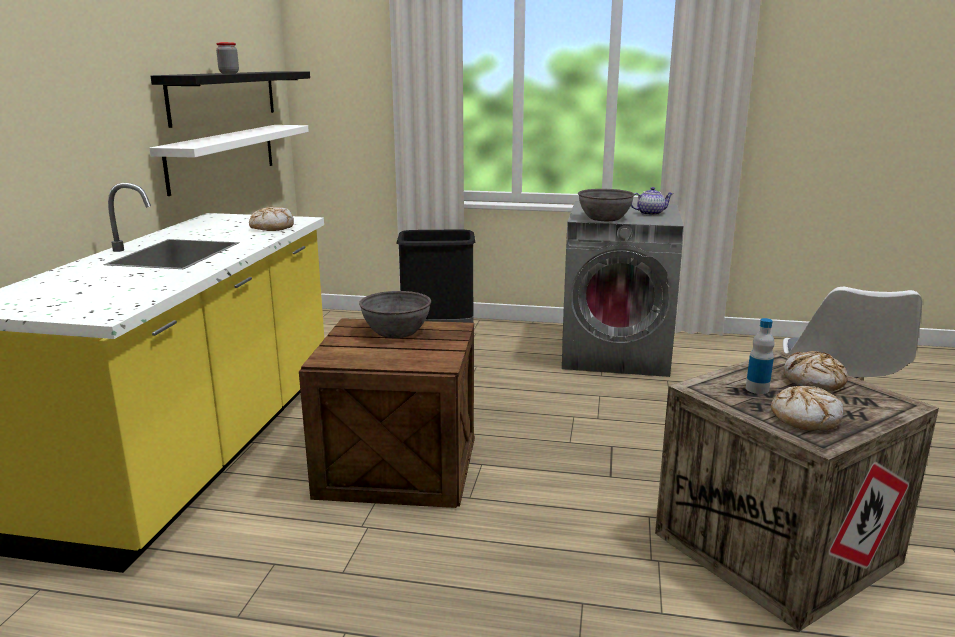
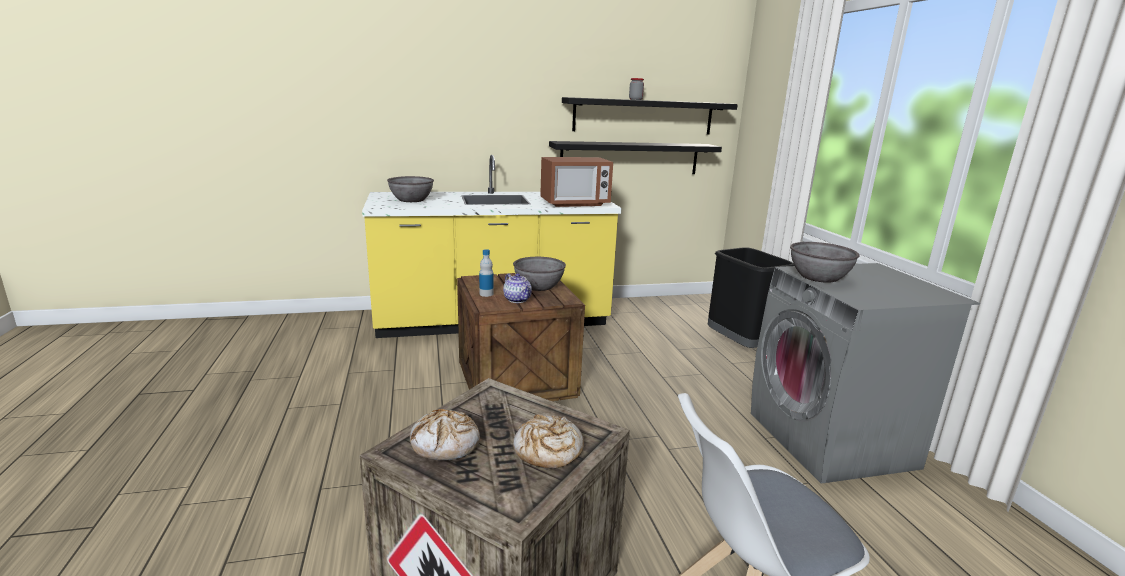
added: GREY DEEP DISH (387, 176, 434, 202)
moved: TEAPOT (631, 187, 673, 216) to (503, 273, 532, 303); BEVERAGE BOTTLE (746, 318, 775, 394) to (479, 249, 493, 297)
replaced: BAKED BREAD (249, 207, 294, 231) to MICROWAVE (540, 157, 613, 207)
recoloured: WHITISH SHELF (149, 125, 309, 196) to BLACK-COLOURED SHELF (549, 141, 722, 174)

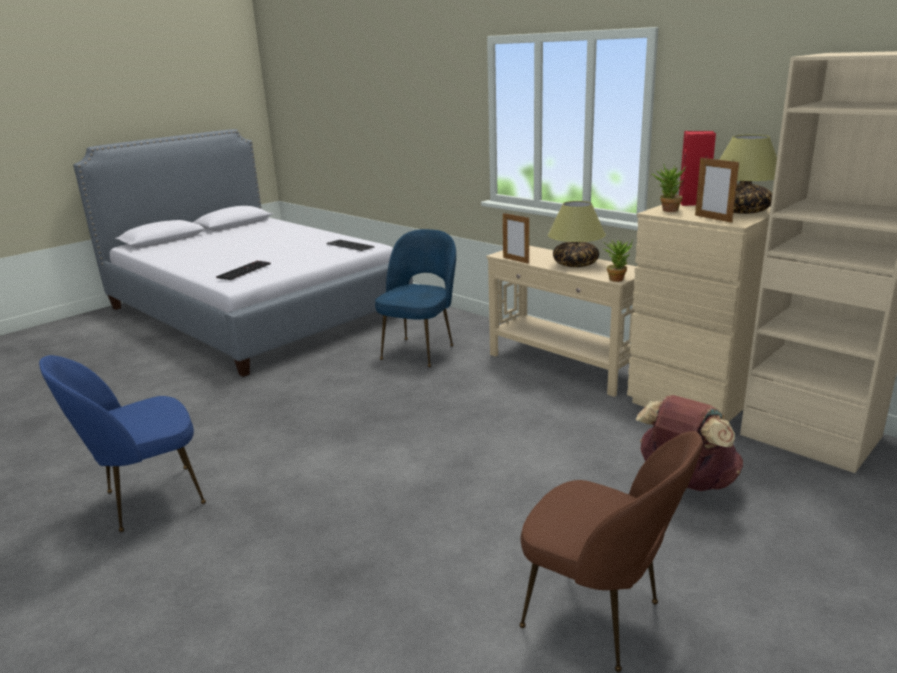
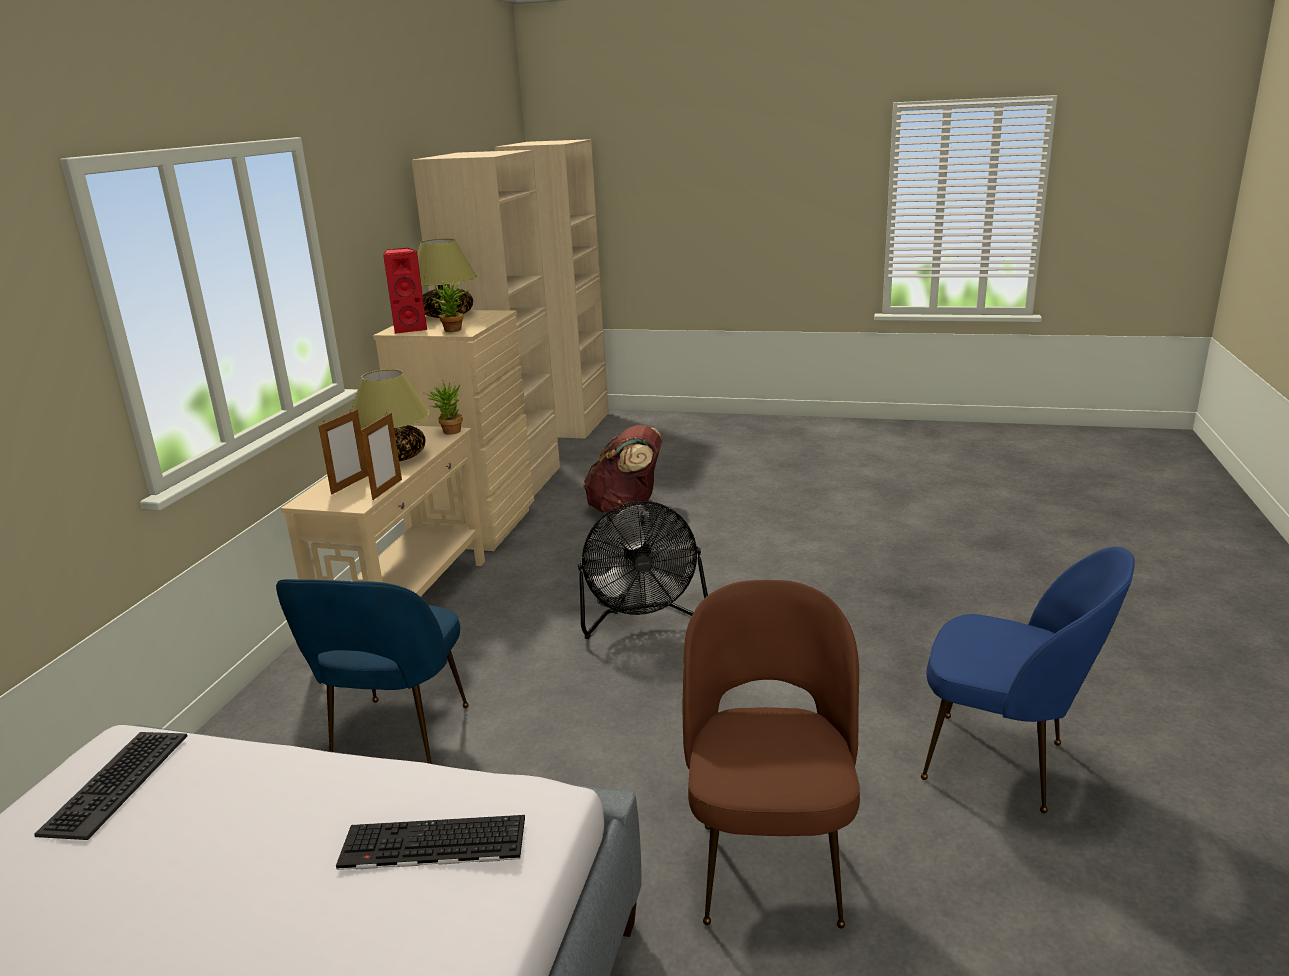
added: BLACK-COLOURED COOLING FAN (578, 501, 708, 639)
moved: BROWNISH PLAIN CHAIR (520, 431, 703, 672) to (683, 580, 860, 929); PICTURE FRAME (695, 157, 739, 223) to (318, 409, 368, 495)
turned: BLUE-COLOURED PLAIN CHAIR (375, 229, 456, 367) = (276, 579, 469, 764) 75 degrees counterclockwise

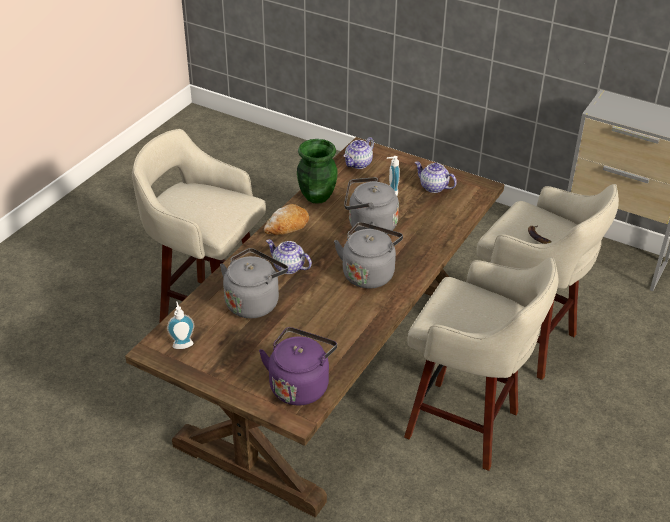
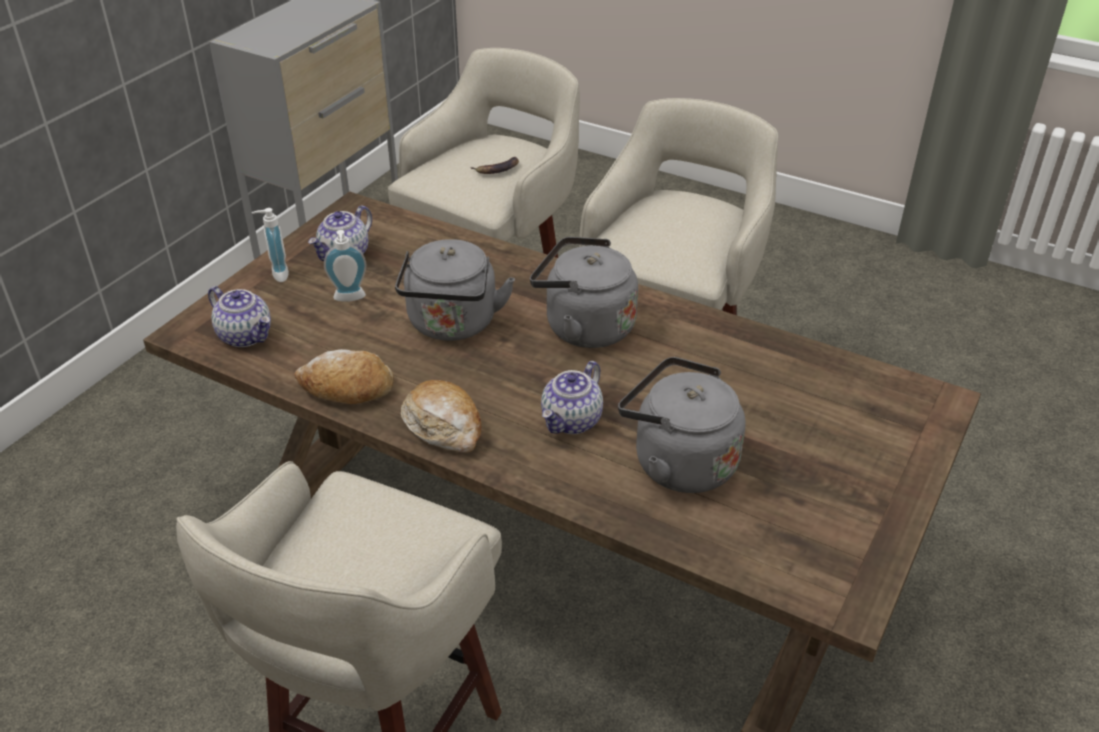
removed: PURPLE-COLOURED KETTLE (259, 327, 337, 406)
moved: SOAP BOTTLE (167, 301, 194, 349) to (252, 208, 289, 282)
replaced: GREENISH DECORATIVE VASE (297, 139, 338, 204) to BAKED BREAD (295, 349, 394, 404)

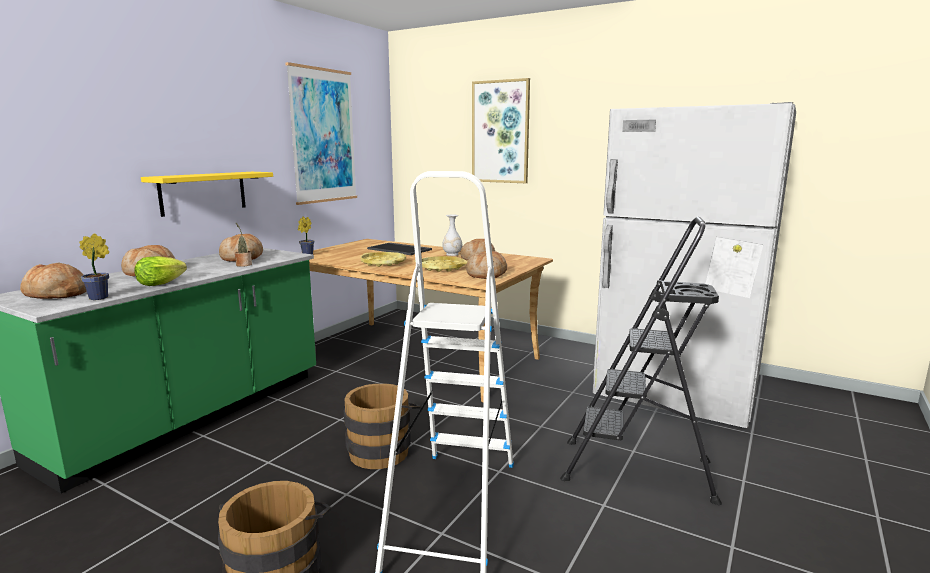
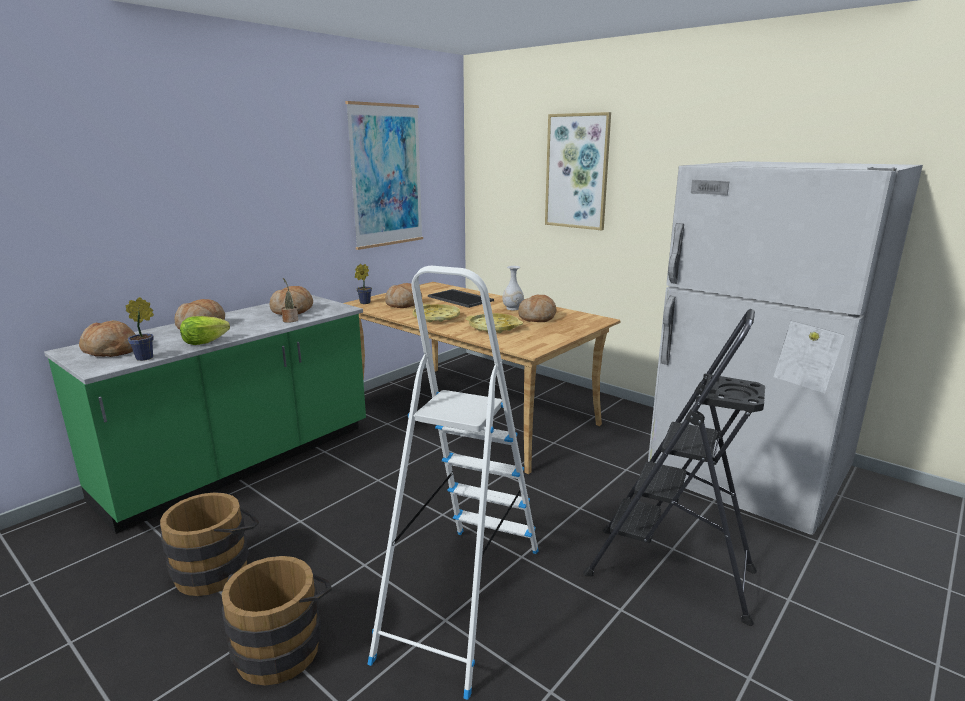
removed: YELLOWISH SHELF (141, 172, 273, 217)
moved: BROWNISH BUCKET (344, 383, 421, 469) to (160, 492, 259, 596); BAKED BREAD (466, 251, 507, 279) to (385, 283, 422, 308)

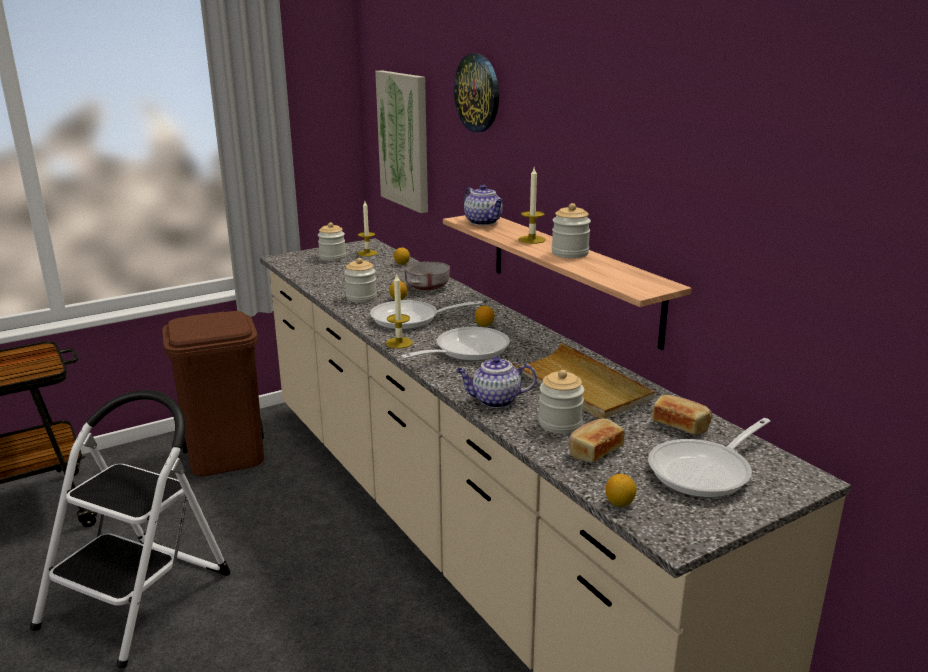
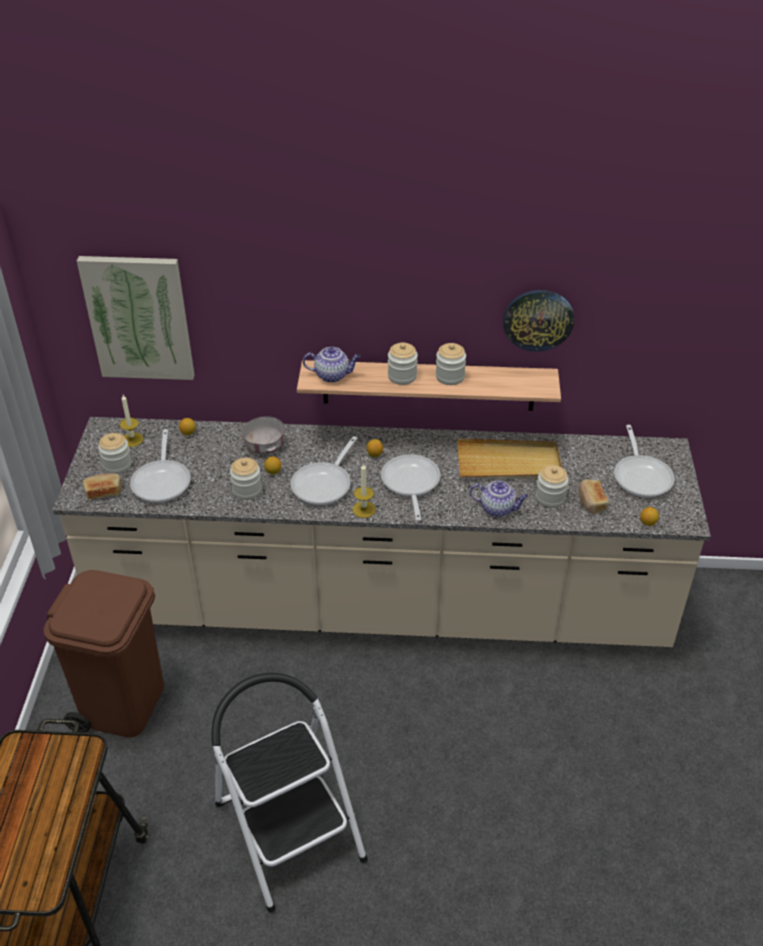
added: SKILLET (130, 429, 191, 503)
moved: HANGING CLOCK (454, 54, 499, 132) to (503, 290, 574, 352); BAKED BREAD (652, 395, 712, 435) to (83, 473, 122, 499)
replaced: WAX LIGHT (518, 168, 546, 244) to PRESERVE JAR (388, 343, 418, 385)
turned: TEAPOT (456, 356, 537, 408) = (470, 481, 529, 517) 105 degrees counterclockwise

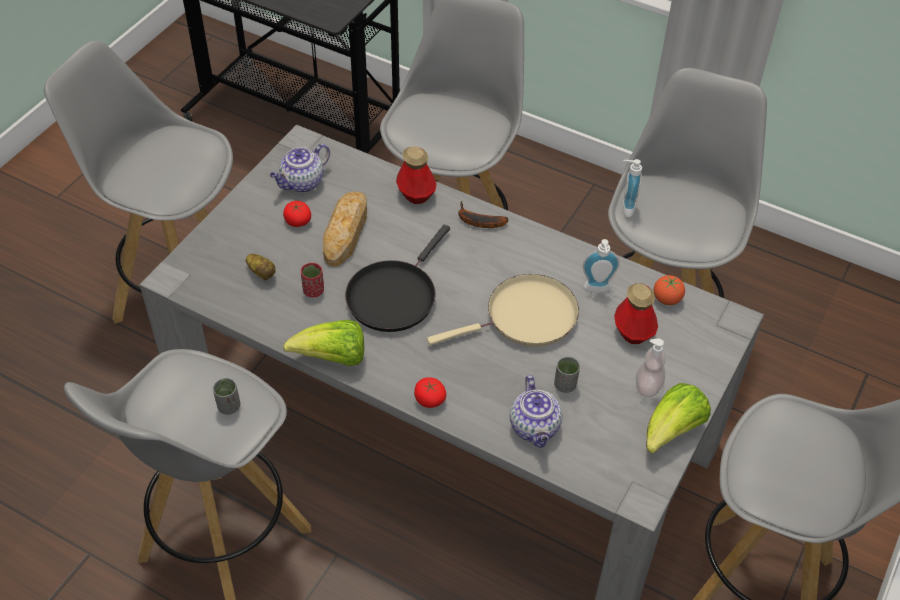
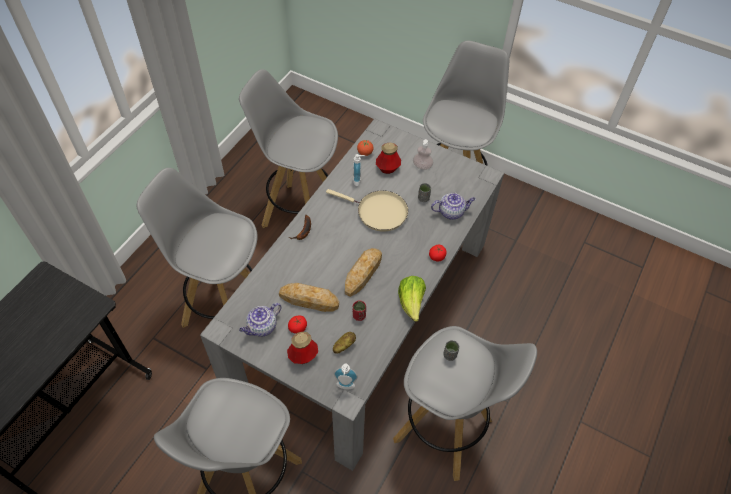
removed: LETTUCE HEAD (646, 383, 711, 453)
moved: BEVERAGE BOTTLE (396, 146, 436, 204) to (287, 332, 318, 364); SOAP BOTTLE (622, 159, 642, 217) to (334, 363, 358, 390)
replaced: BLACK-COLOURED SKILLET (345, 225, 450, 332) to BAKED BREAD (345, 248, 382, 297)
turned: TEAPOT (270, 143, 330, 193) = (239, 303, 281, 337) 90 degrees clockwise; BEIGE SKILLET (427, 274, 579, 347) = (326, 189, 408, 232) 135 degrees clockwise

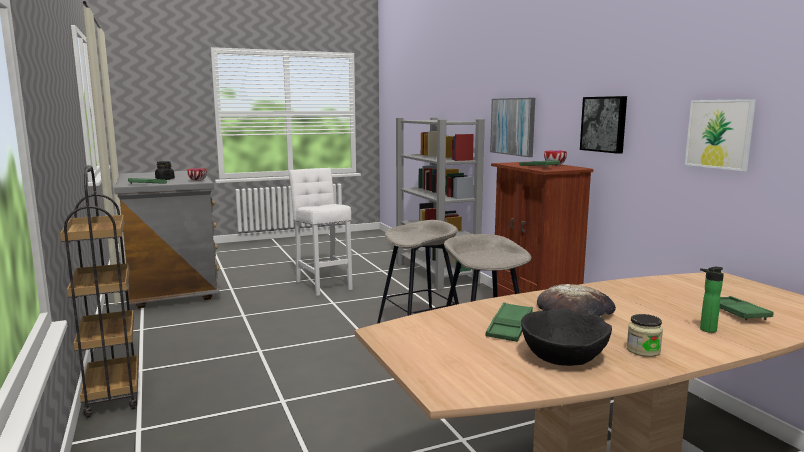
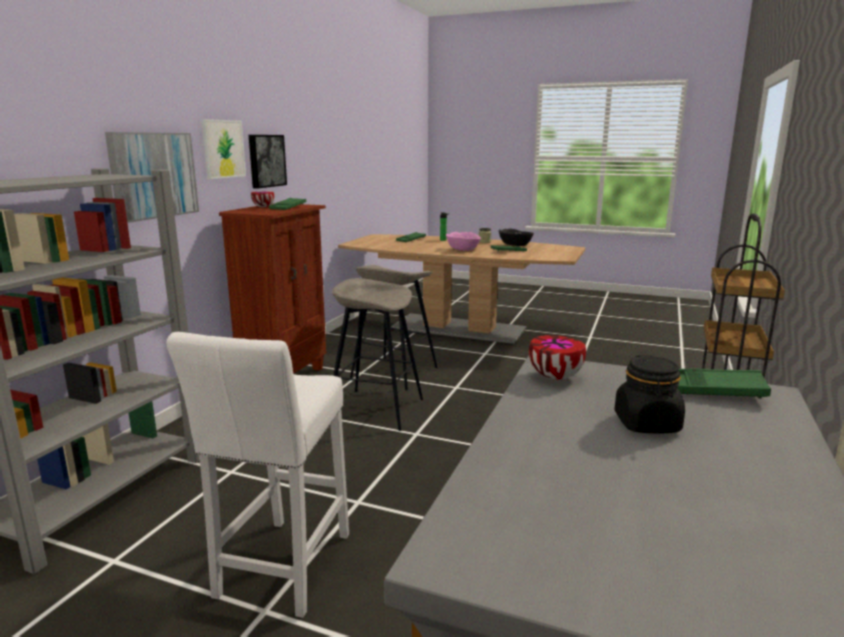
moved: WALL ART (685, 99, 756, 171) to (201, 119, 246, 179)
replaced: BAKED BREAD (537, 284, 616, 316) to PINKISH DEEP DISH (446, 232, 481, 251)

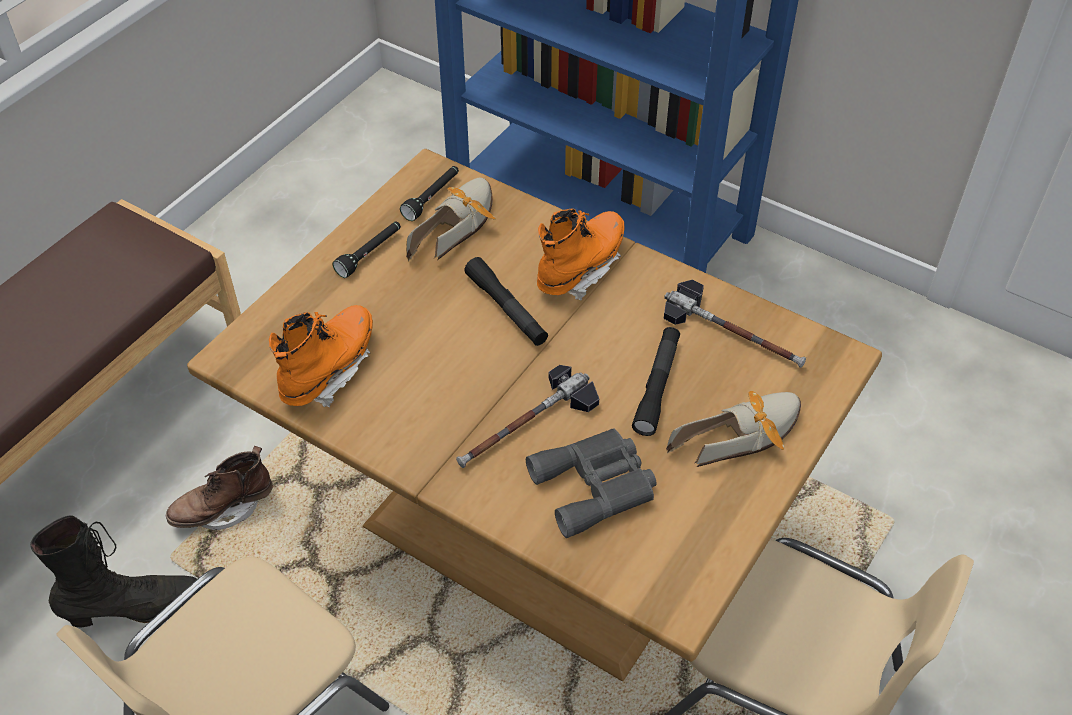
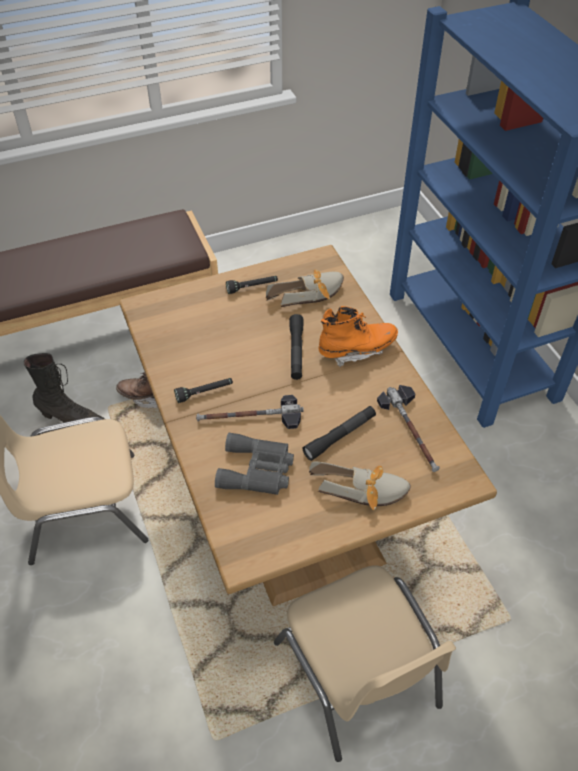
removed: ORANGE-COLOURED TALL BOOT (269, 305, 373, 407)
moved: BLACK-COLOURED HAND TORCH (400, 166, 459, 221) to (174, 378, 233, 403)

